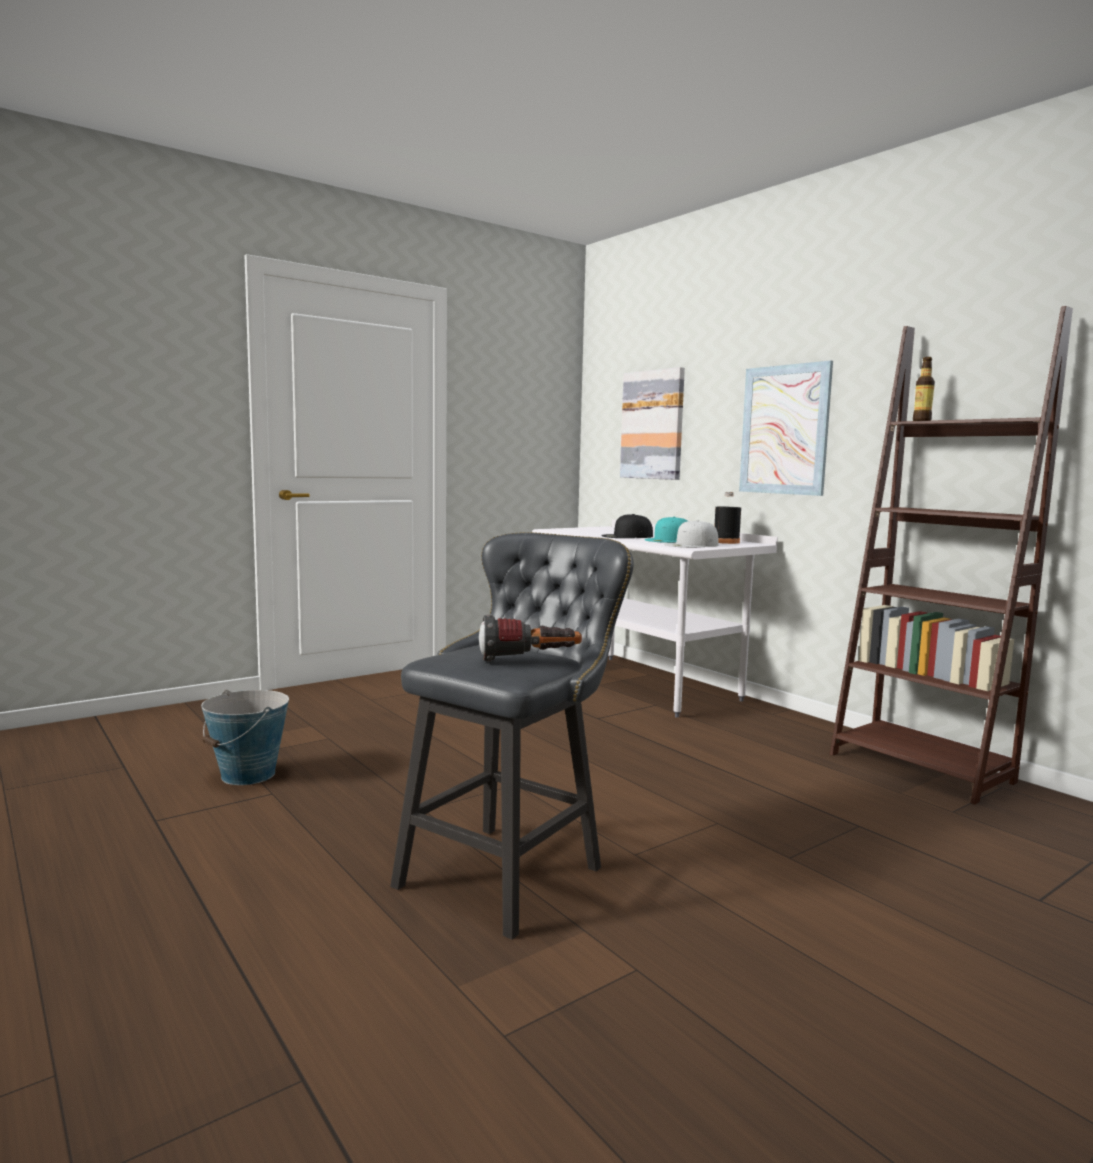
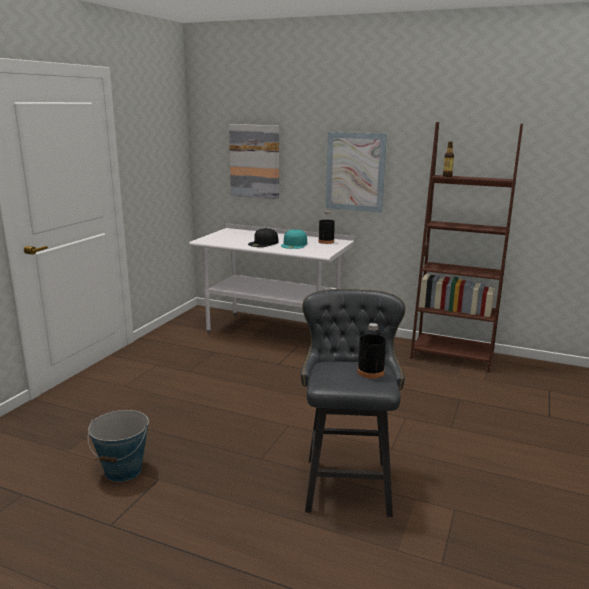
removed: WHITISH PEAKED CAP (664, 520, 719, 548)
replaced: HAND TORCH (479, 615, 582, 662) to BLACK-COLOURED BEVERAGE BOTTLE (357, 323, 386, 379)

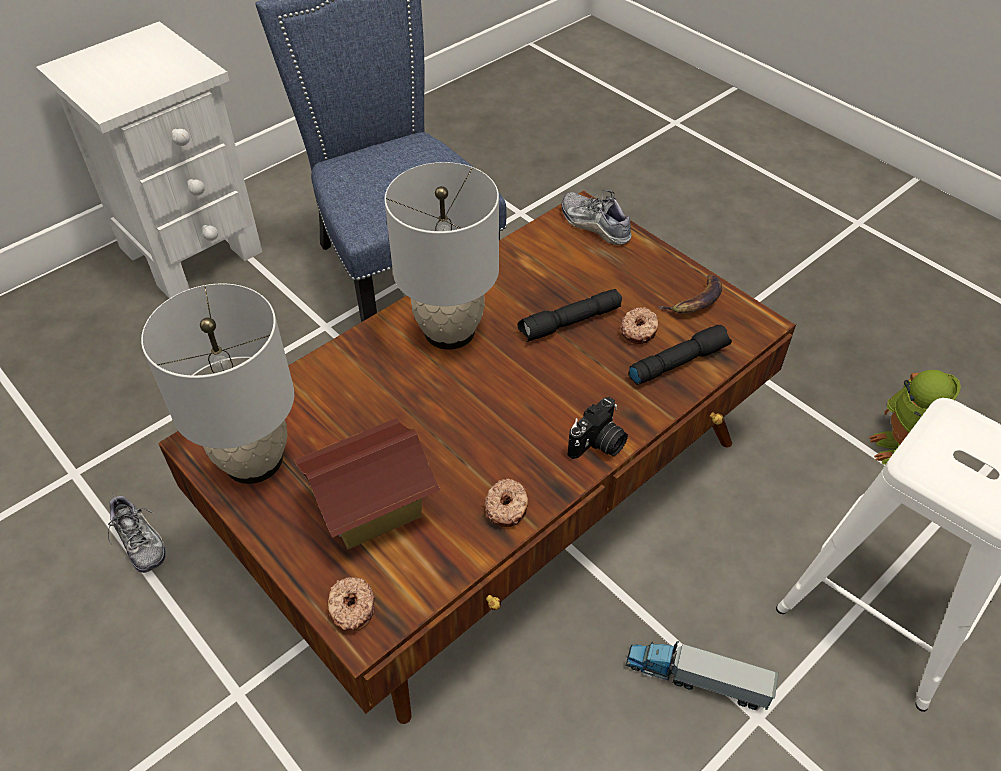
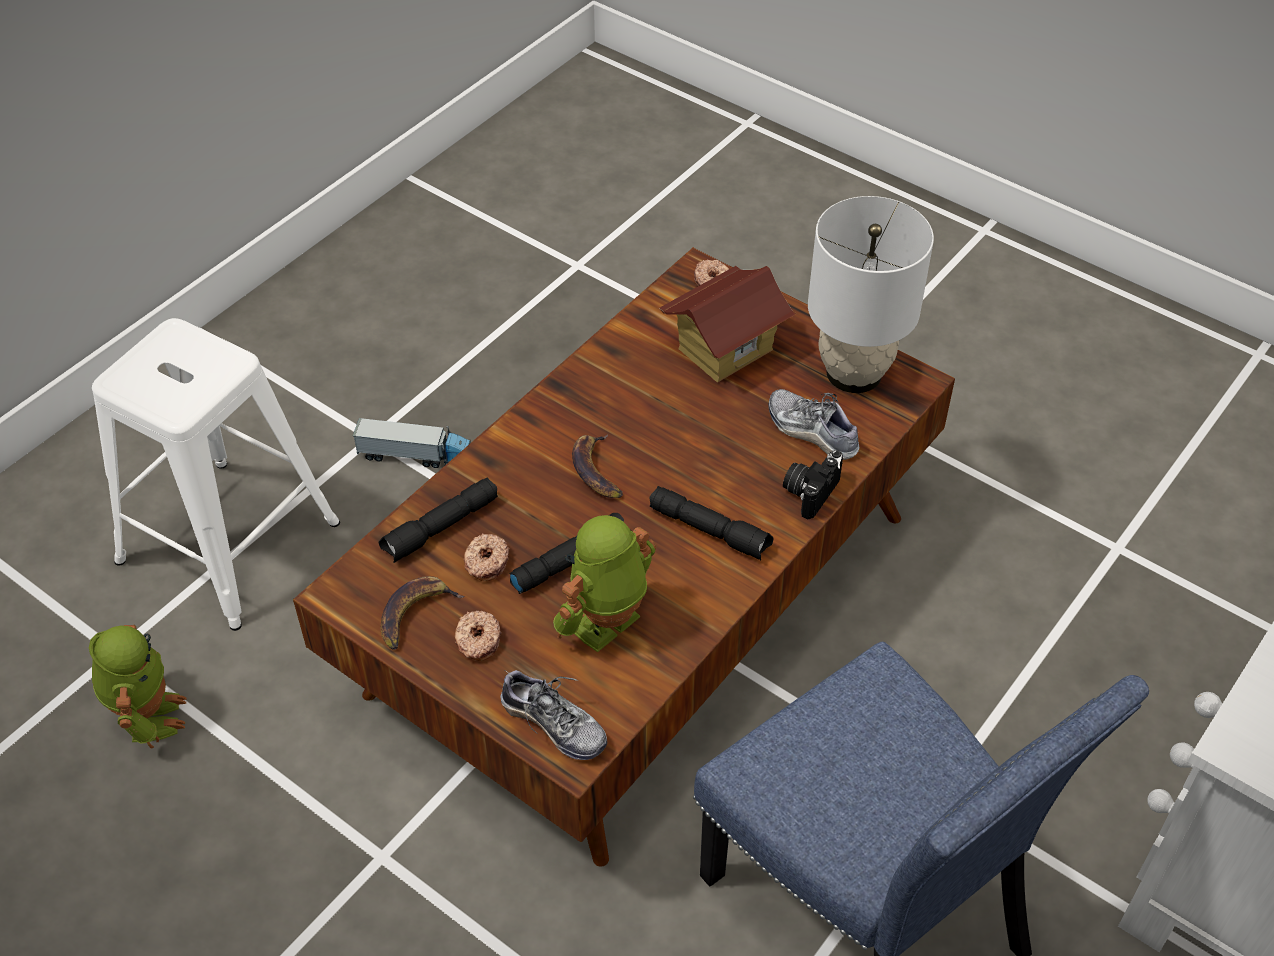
added: ROBOT FIGURE (553, 515, 656, 652); WHOLE BANANA (572, 434, 623, 498)
moved: LOW SHOE (108, 493, 166, 573) to (768, 389, 860, 460); DONUT (484, 478, 529, 527) to (455, 611, 502, 661); STILL CAMERA (568, 397, 628, 459) to (783, 450, 843, 519)
replaced: WHITISH TABLE LAMP (384, 162, 499, 350) to BLACK-COLOURED HAND TORCH (649, 486, 774, 560)

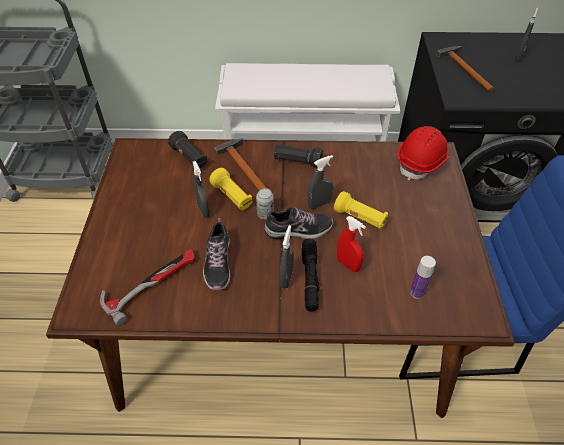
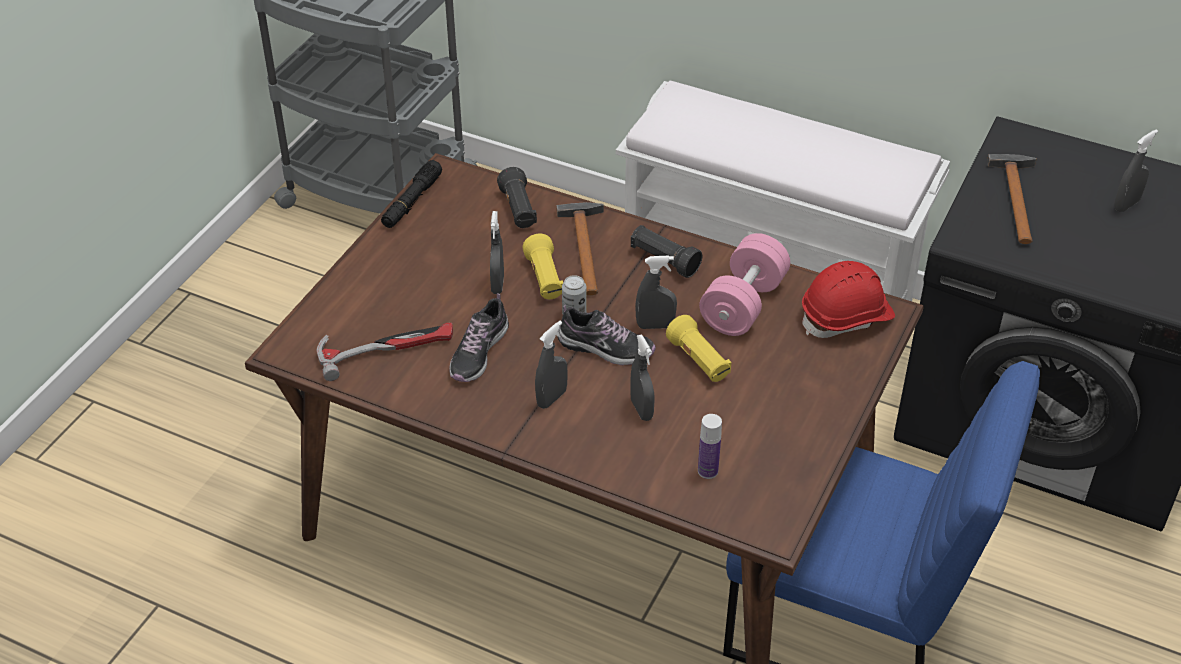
added: PINKISH FREE WEIGHT (699, 233, 790, 336)
moved: BLACK-COLOURED HAND TORCH (302, 239, 320, 312) to (381, 160, 442, 228)
recoloured: RED-COLOURED HAND SPRAYER (337, 216, 366, 272) to GREY HAND SPRAYER (630, 334, 655, 421)

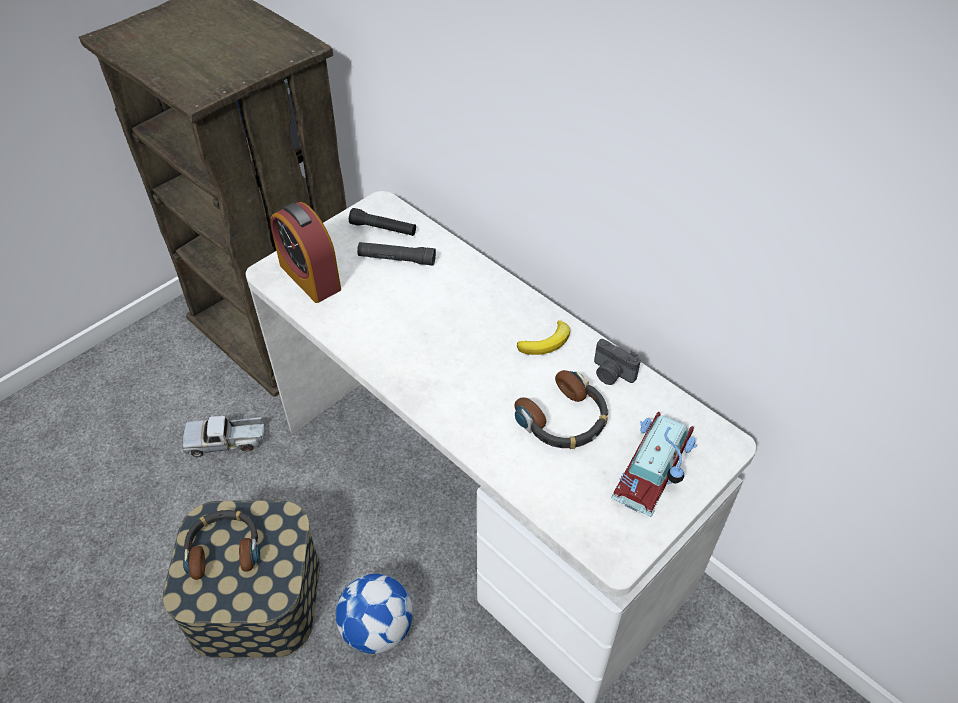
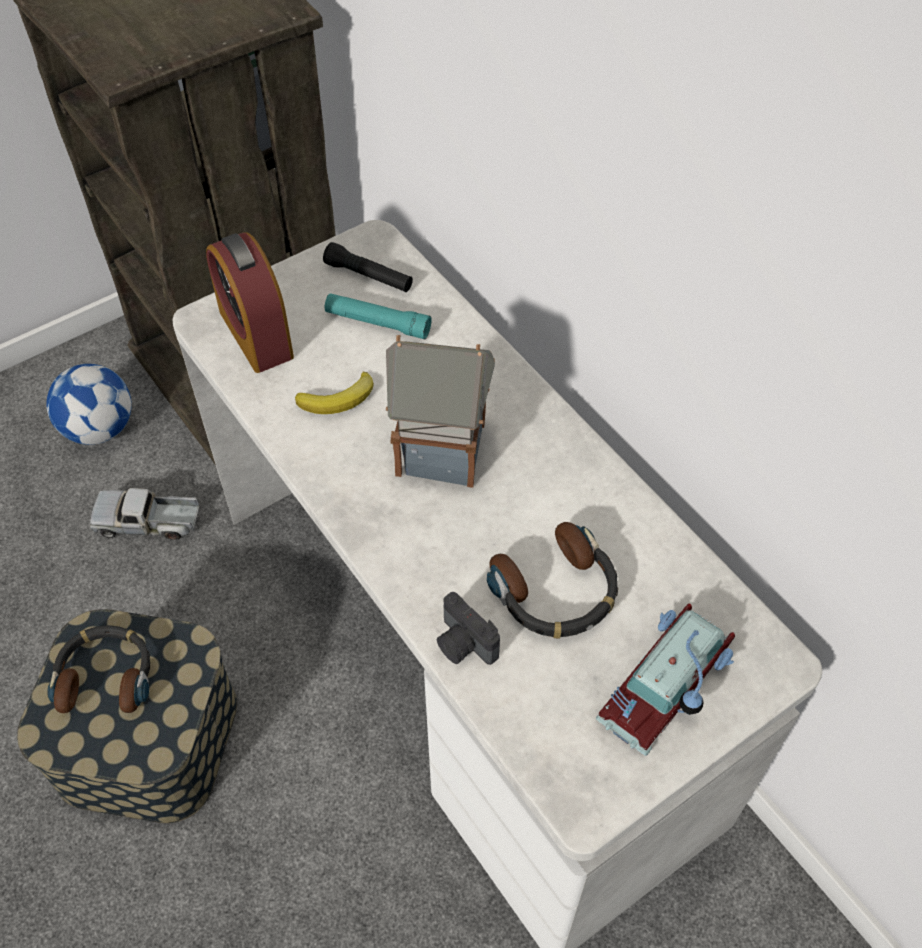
added: MINIATURE HOUSE (386, 335, 495, 488)
moved: FOOTBALL BALL (336, 574, 413, 654) to (46, 364, 132, 445); WHOLE BANANA (517, 321, 570, 355) to (295, 372, 374, 414); STILL CAMERA (594, 339, 641, 385) to (437, 592, 500, 665)
recoloured: BLACK-COLOURED HAND TORCH (357, 242, 436, 266) to TURQUOISE HAND TORCH (325, 293, 432, 339)

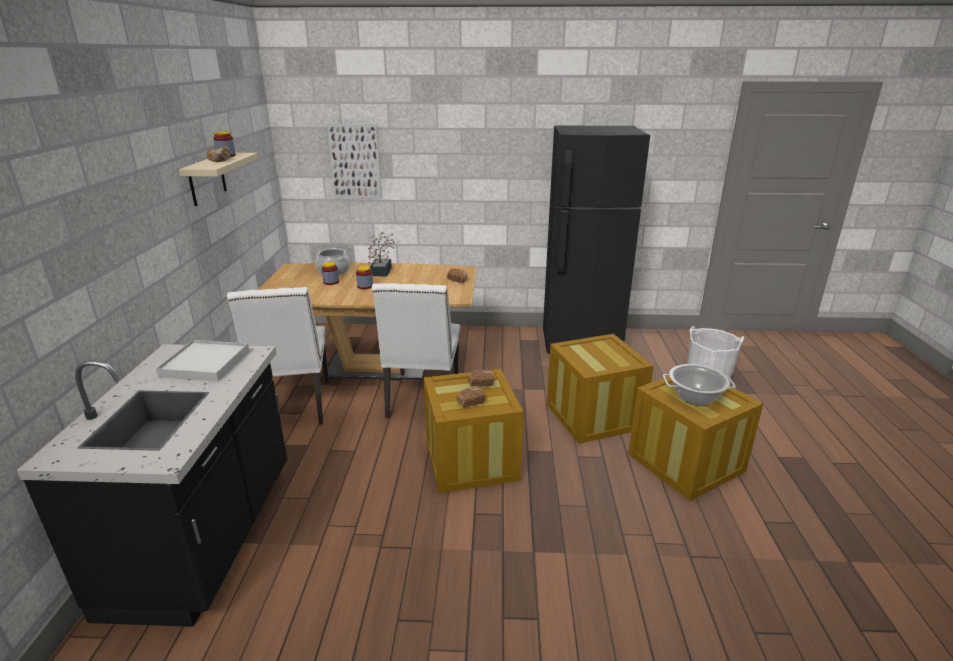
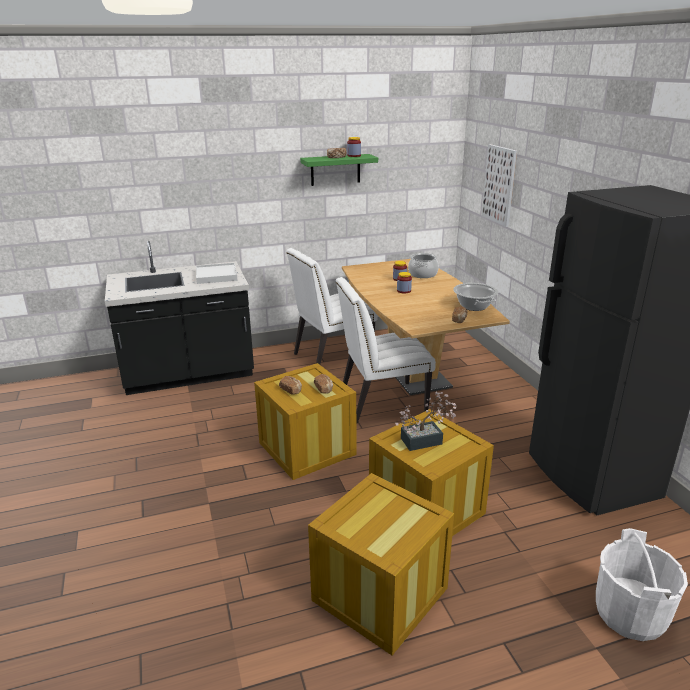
moved: POTTED PLANT (366, 232, 395, 276) to (395, 392, 456, 451); SAUCEPOT (663, 364, 736, 406) to (453, 283, 498, 311)
recoloured: BEIGE SHELF (179, 153, 258, 206) to GREENISH SHELF (300, 154, 378, 186)

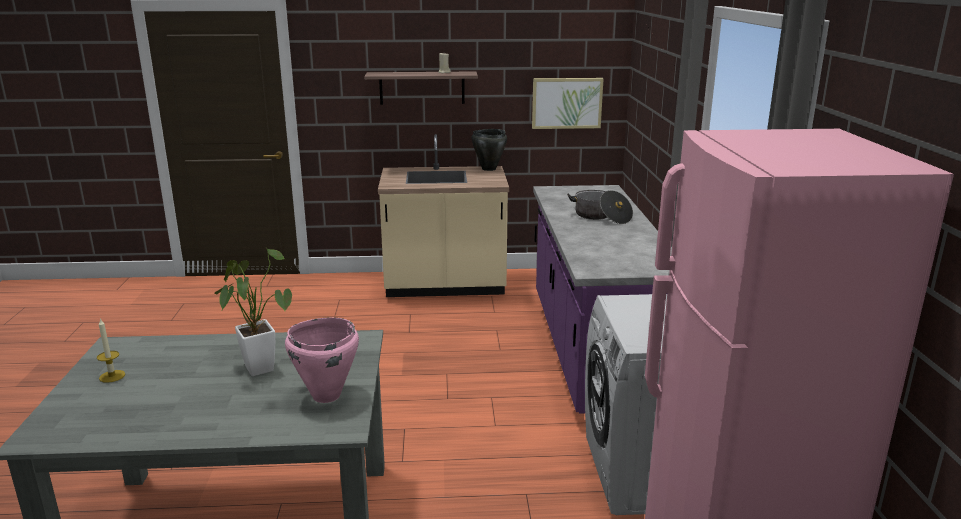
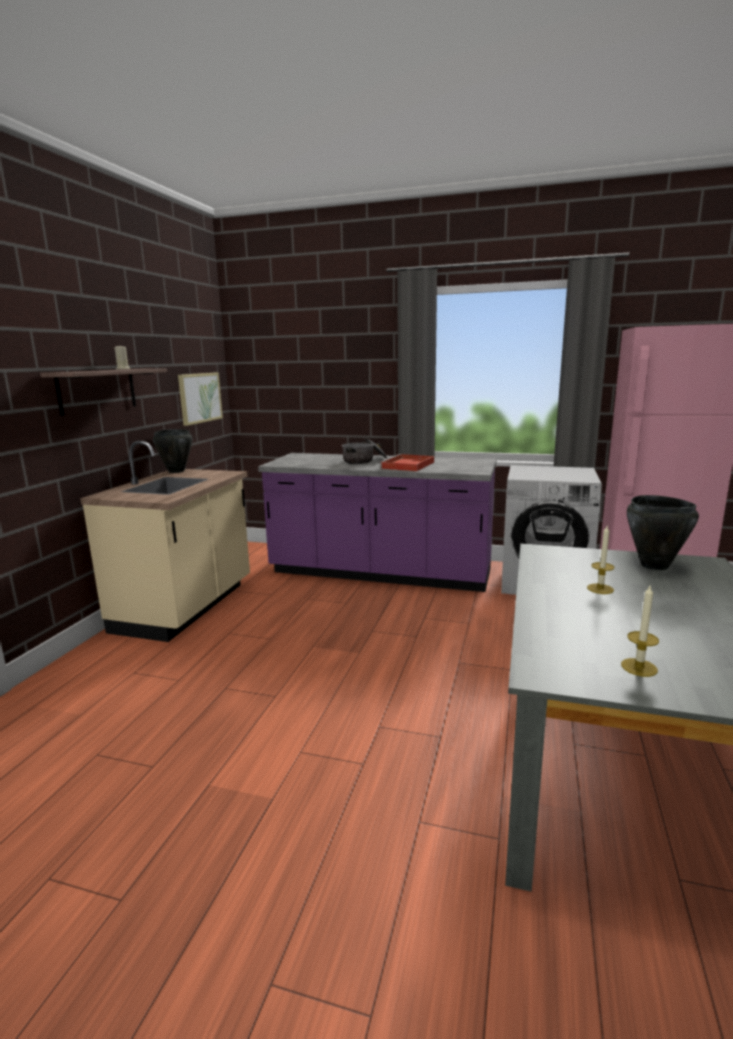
added: RED-COLOURED TRAY (380, 454, 434, 471)
replaced: POTTED PLANT (214, 248, 292, 376) to WAX LIGHT (587, 526, 614, 594)
recoloured: PINKISH SAUCEPOT (285, 317, 359, 403) to BLACK-COLOURED SAUCEPOT (627, 495, 699, 570)

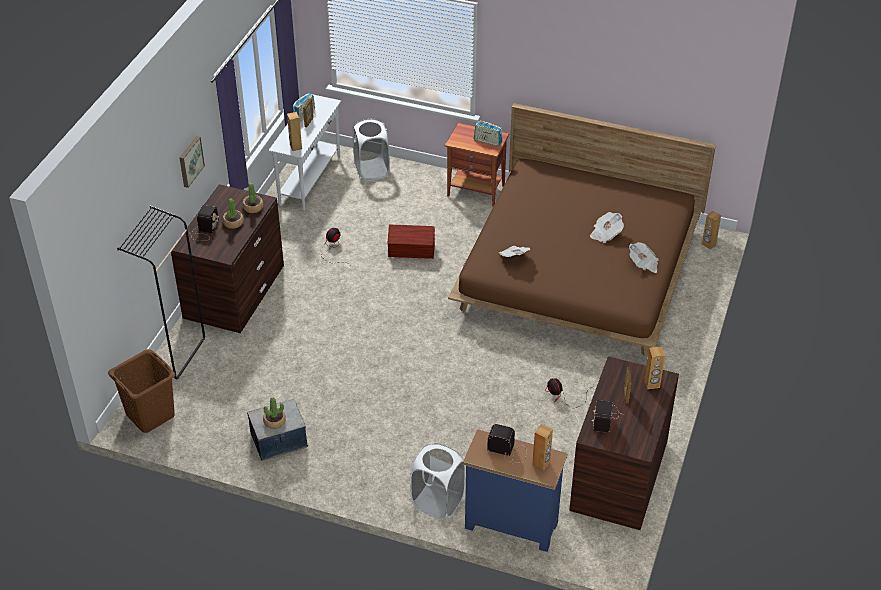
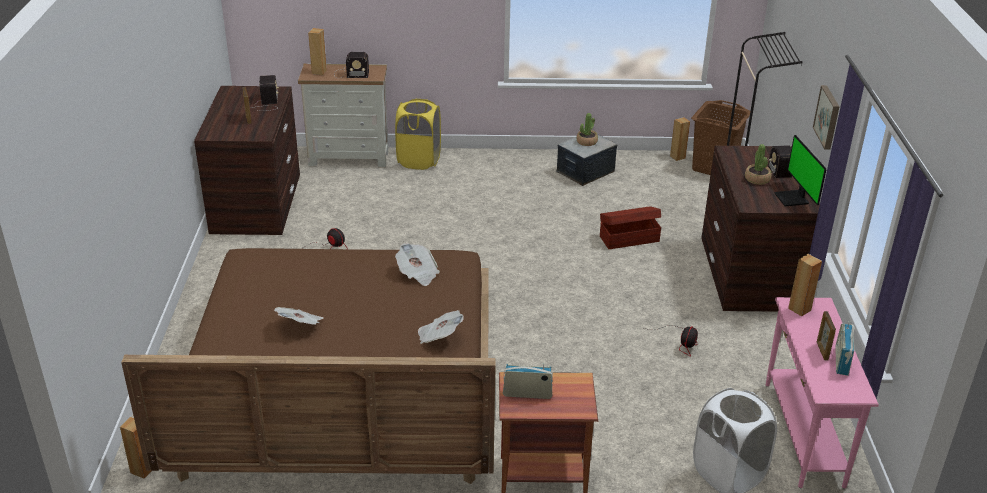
removed: POTTED PLANT (243, 183, 263, 213)
added: COMPUTER DISPLAY (774, 135, 826, 206)
moved: BROWNISH STORAGE BOX (388, 225, 435, 259) to (600, 206, 661, 249); PRINTED PAPER (629, 242, 658, 273) to (418, 310, 464, 344); BROWNISH AUDIO SPEAKER (644, 346, 665, 389) to (670, 117, 690, 161)
recoloured: WHITISH CONSOLE TABLE (268, 94, 341, 210) to PINKISH CONSOLE TABLE (766, 297, 879, 489); WHITISH LAUNDRY BASKET (410, 443, 466, 519) to YELLOWISH LAUNDRY BASKET (395, 99, 441, 170); BLUE-COLOURED CHEST OF DRAWERS (463, 429, 568, 552) to WHITISH CHEST OF DRAWERS (298, 64, 388, 168)

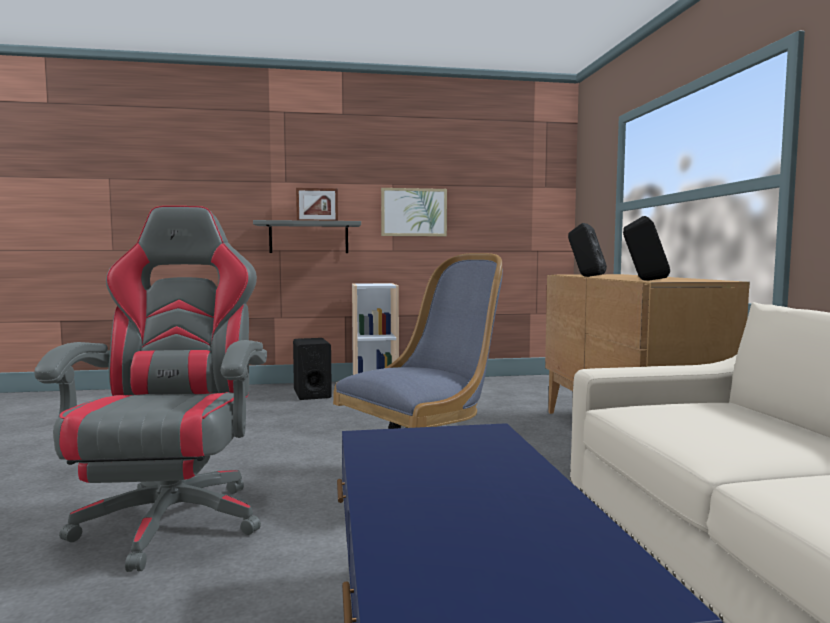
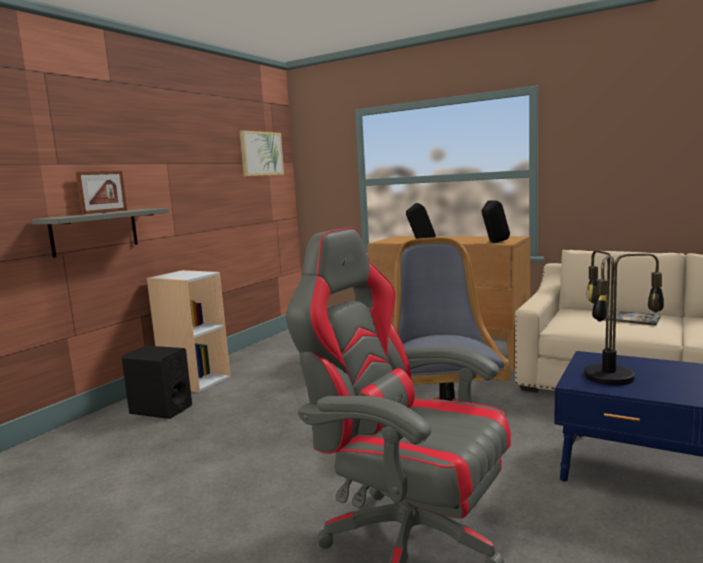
added: TABLE LAMP (584, 250, 664, 385); BOUND BOOK (605, 310, 661, 326)
moved: WALL ART (381, 188, 447, 236) to (240, 130, 284, 176)

